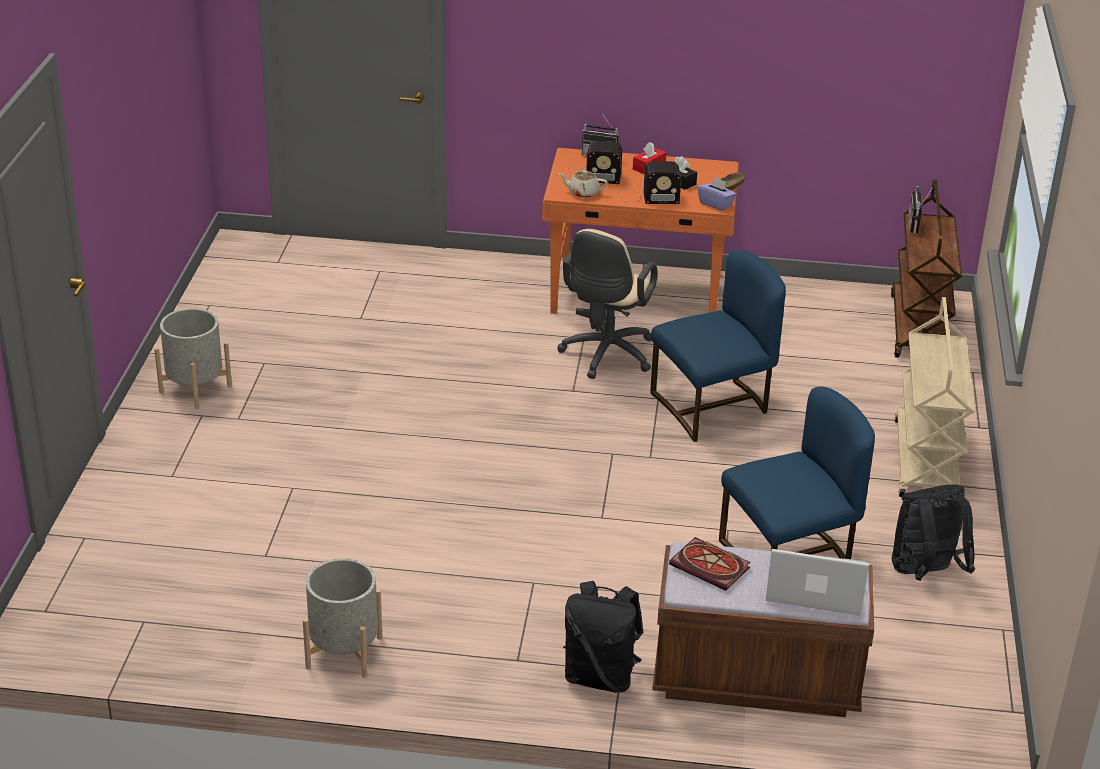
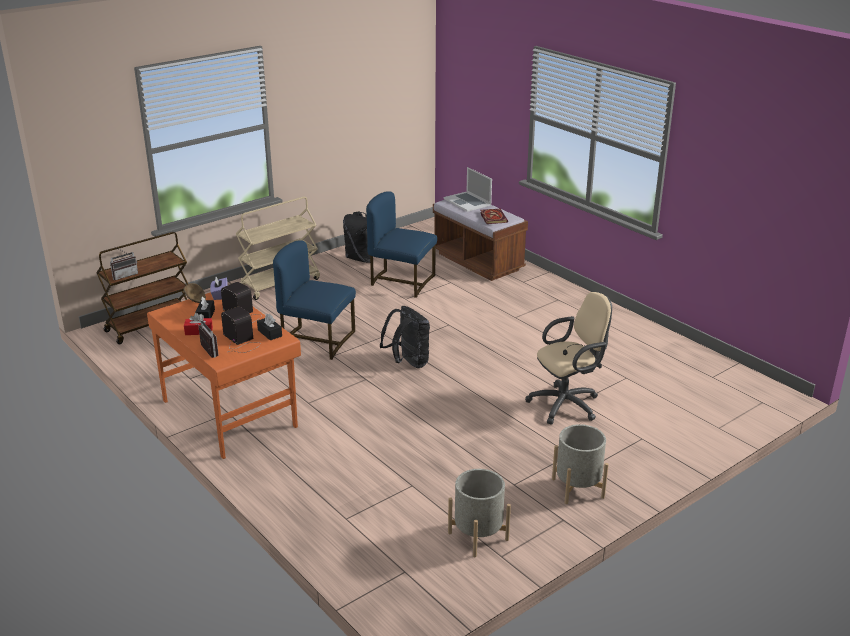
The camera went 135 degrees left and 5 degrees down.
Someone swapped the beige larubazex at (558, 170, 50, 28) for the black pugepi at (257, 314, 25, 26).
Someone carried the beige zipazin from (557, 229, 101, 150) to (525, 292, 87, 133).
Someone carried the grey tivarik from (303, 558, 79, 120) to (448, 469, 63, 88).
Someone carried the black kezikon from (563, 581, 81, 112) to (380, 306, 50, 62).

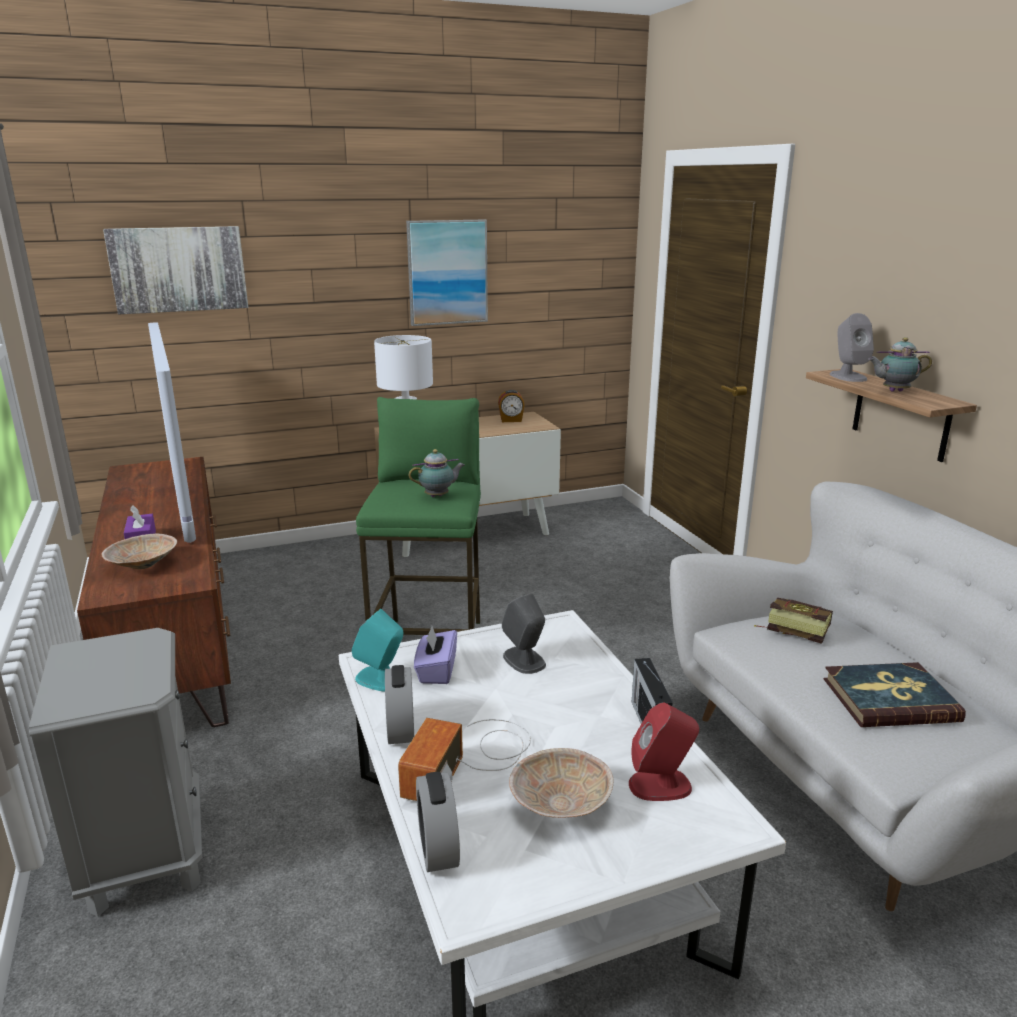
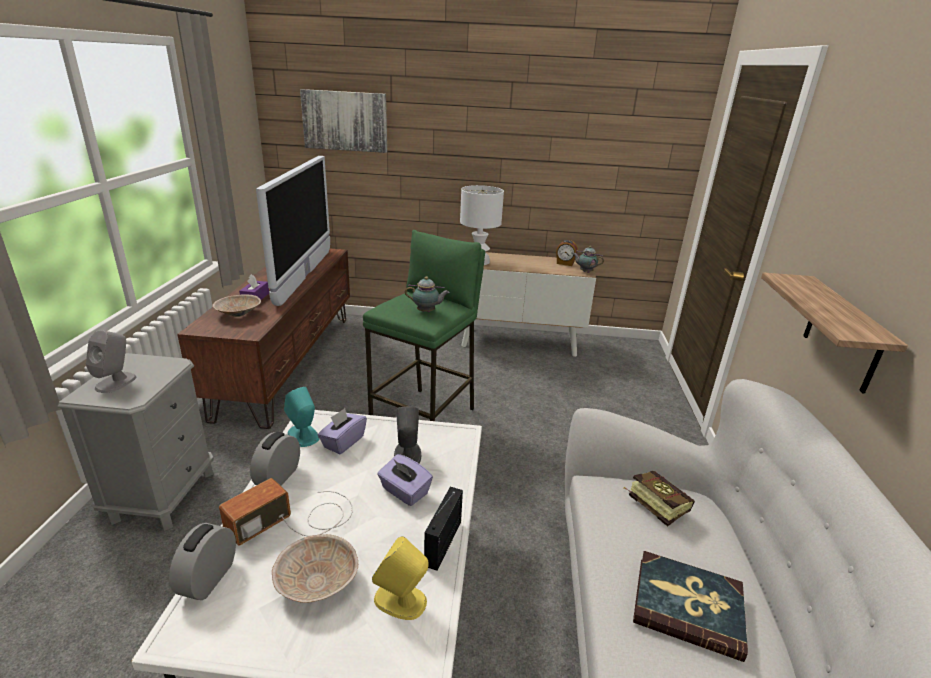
The camera went 25 degrees right and 5 degrees up.
Someone took away the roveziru at (406, 219, 82, 107).
Someone carried the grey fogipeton from (830, 313, 44, 69) to (86, 330, 50, 63).
Someone carried the larubazex from (868, 337, 64, 55) to (573, 246, 31, 27).
Someone repainted the red fogipeton at (629, 703, 70, 98), which became the yellow fogipeton at (372, 536, 57, 84).
Someone put down the purple pugepi at (377, 454, 56, 52).

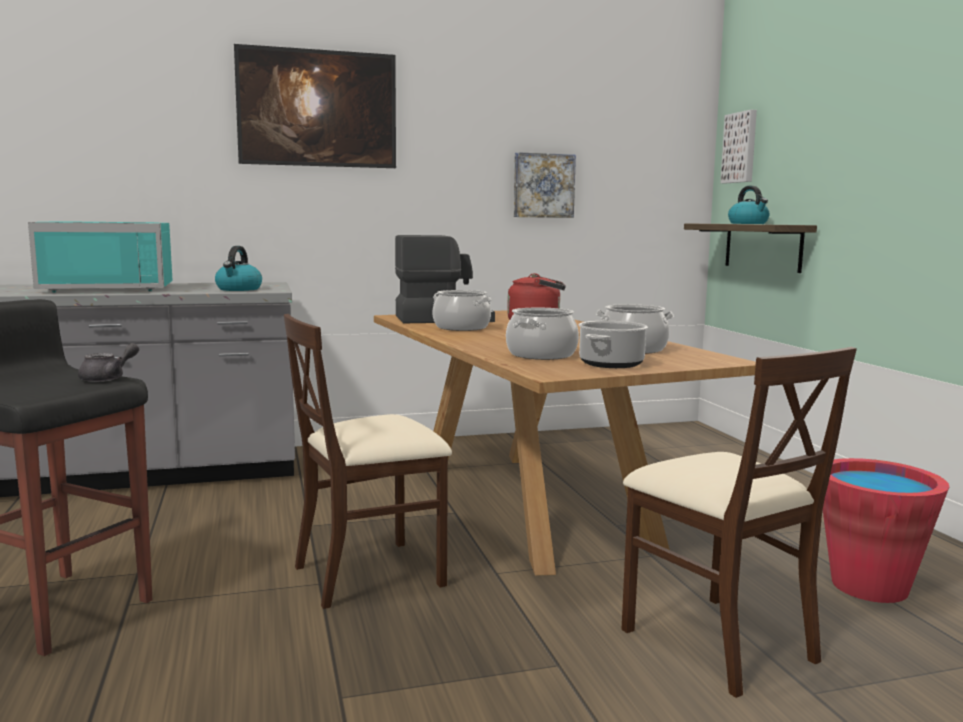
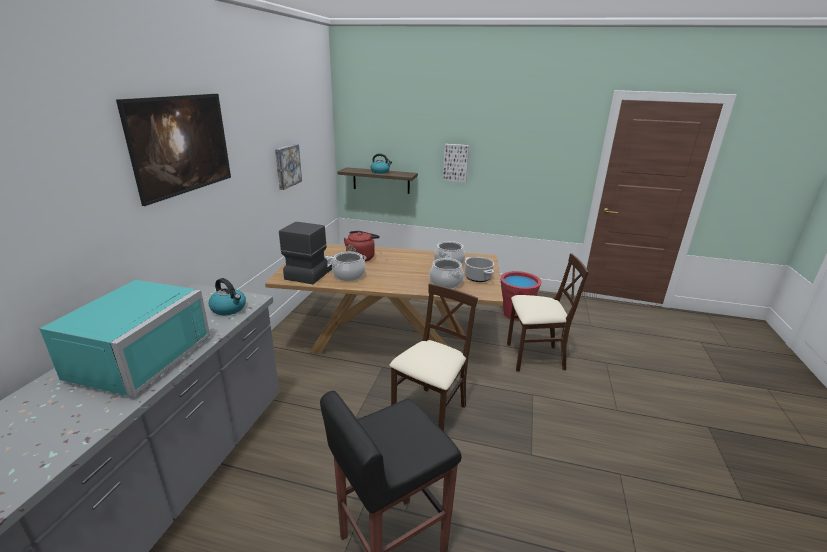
The camera went 60 degrees left and 15 degrees up.
Someone carried the roveziru from (720, 110, 37, 73) to (443, 144, 26, 38).
Someone rotated the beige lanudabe at (284, 314, 168, 295) by 150 degrees counterclockwise.
Someone took away the grey larubazex at (78, 343, 61, 39).

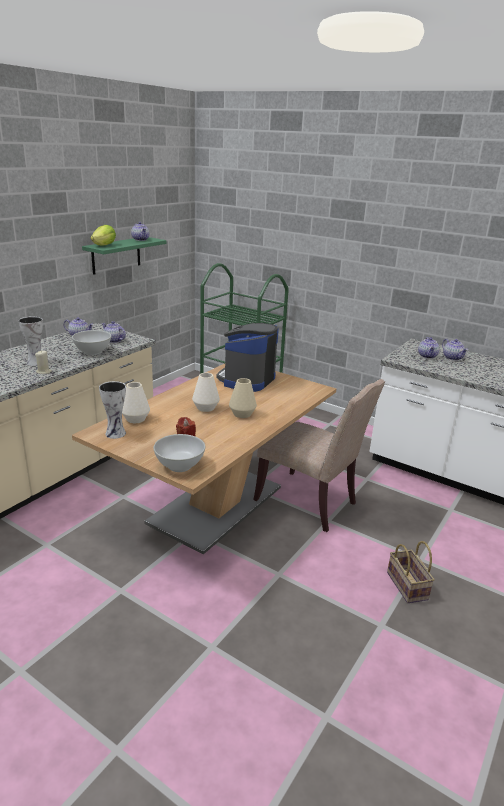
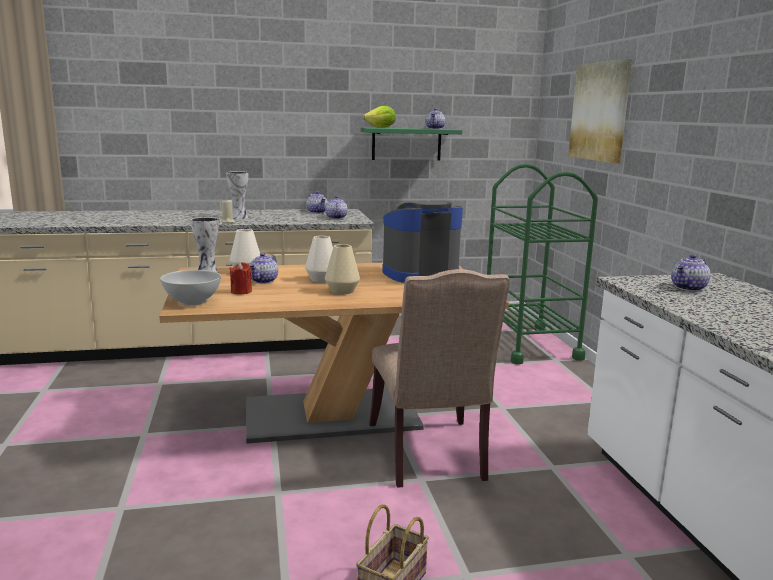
The camera went 45 degrees right and 10 degrees down.
Someone took away the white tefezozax at (72, 330, 39, 25).
Someone carried the larubazex from (442, 339, 26, 22) to (249, 253, 29, 30).
Someone put up the roveziru at (568, 59, 64, 104).

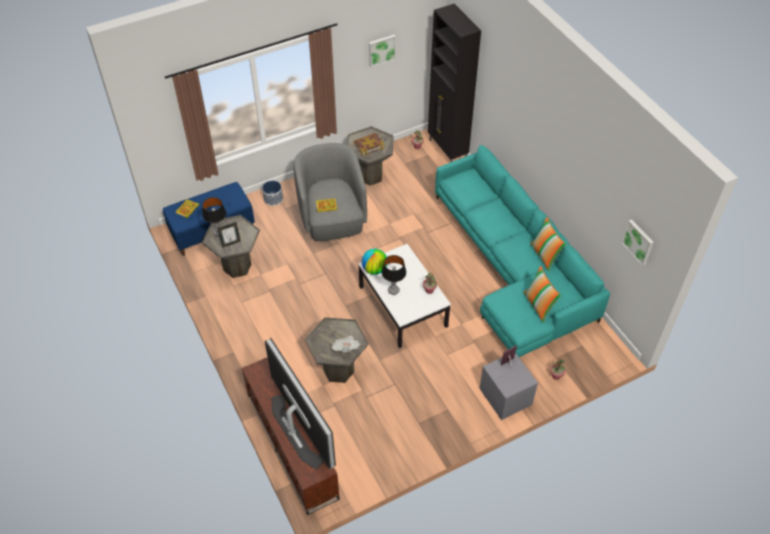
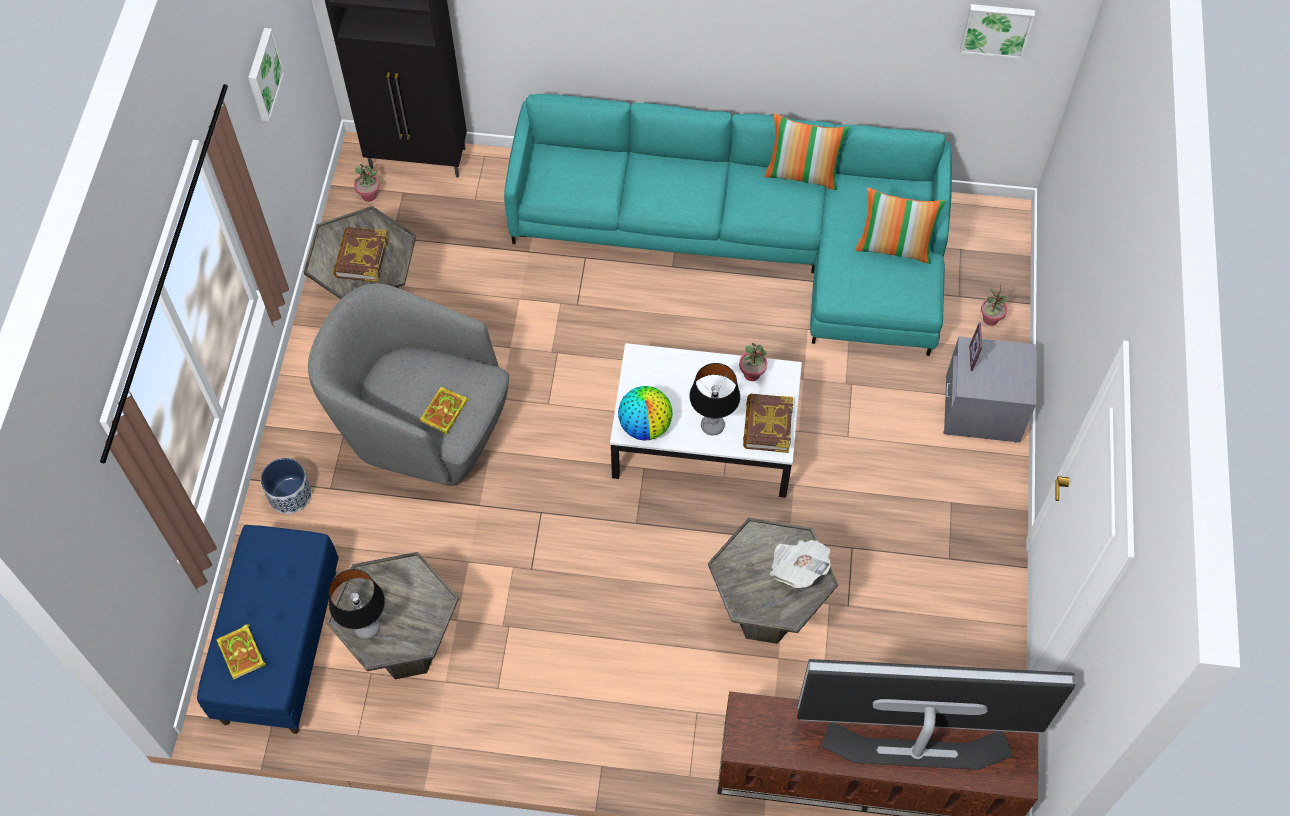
The camera went 55 degrees left and 10 degrees up.
Someone took away the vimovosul at (218, 222, 23, 26).
Someone put down the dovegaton at (743, 394, 50, 59).

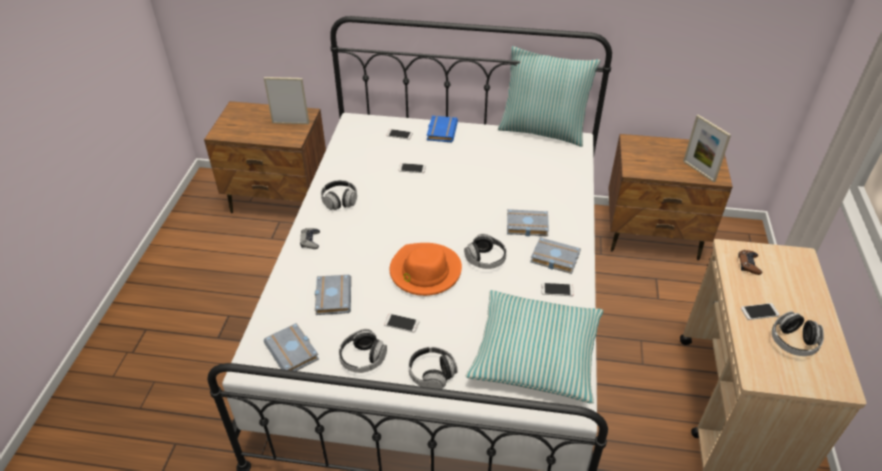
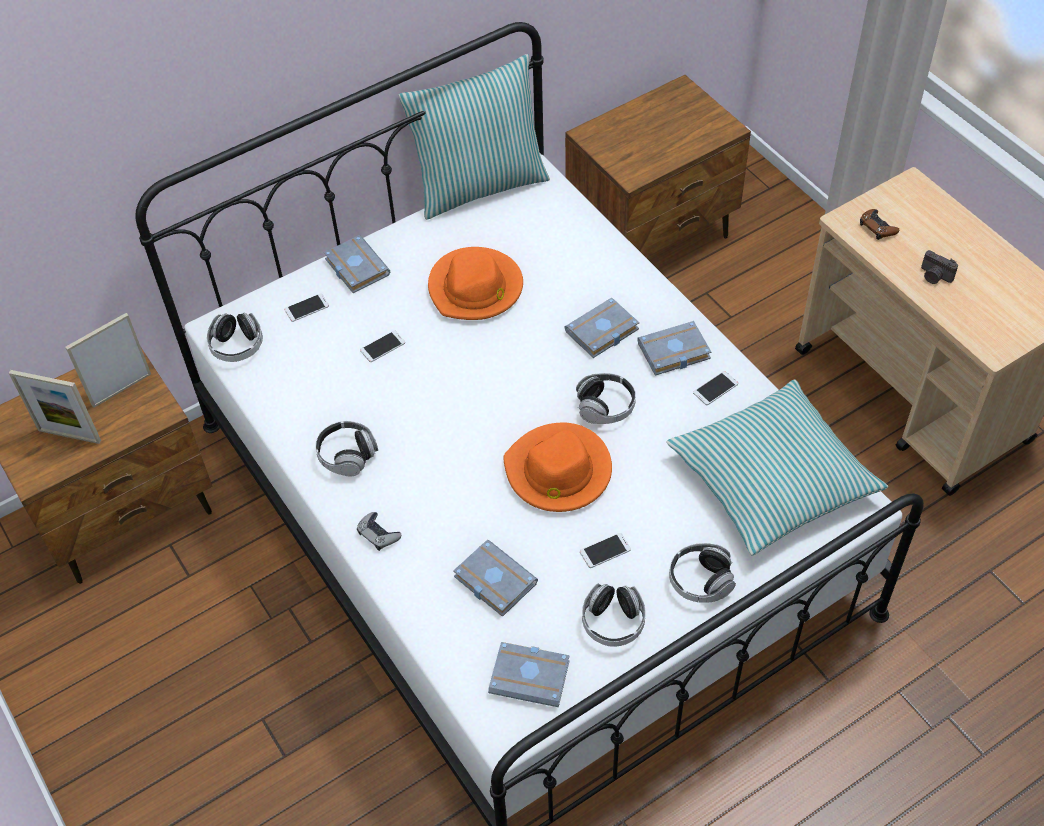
The camera went 40 degrees left and 10 degrees up.
Someone carried the vimovosul from (683, 115, 48, 67) to (9, 370, 92, 74).
Someone repainted the blue dovegaton at (427, 116, 31, 26), which became the grey dovegaton at (324, 235, 66, 58).
Someone swapped the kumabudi at (741, 303, 39, 17) for the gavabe at (921, 250, 37, 34).
Someone carried the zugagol from (772, 311, 52, 45) to (207, 313, 56, 49).
Someone put down the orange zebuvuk at (428, 247, 95, 73).

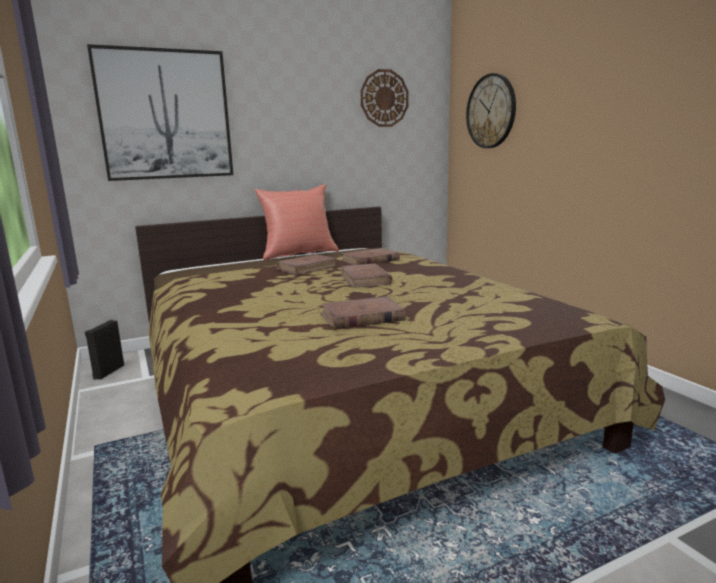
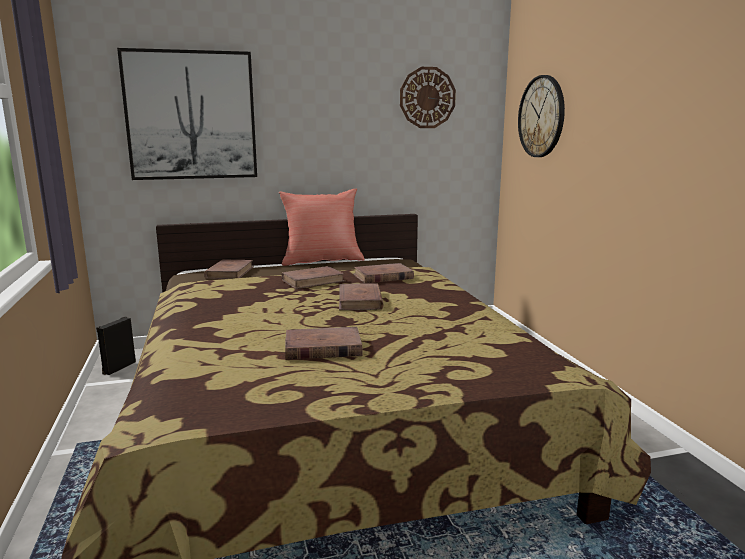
The camera went 10 degrees right and 0 degrees up.
Someone put down the brown dovegaton at (204, 259, 50, 20).

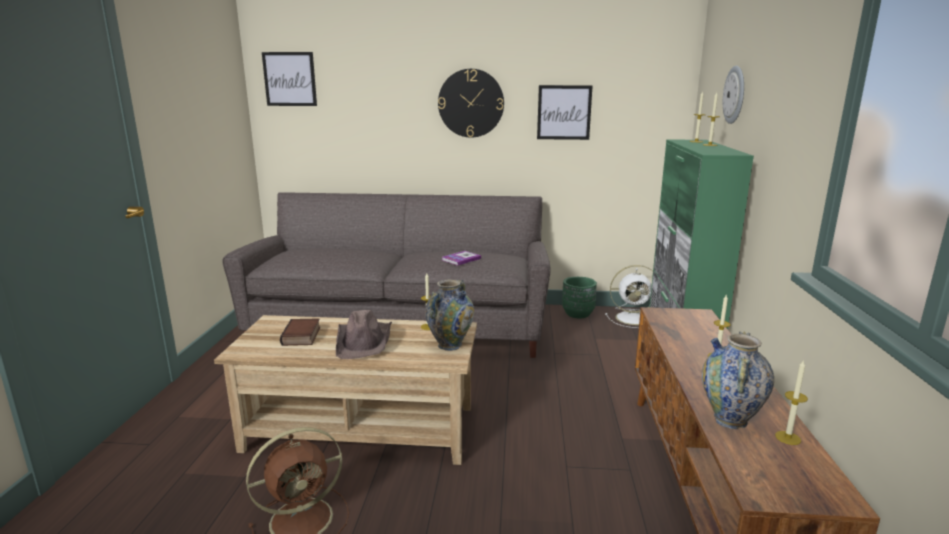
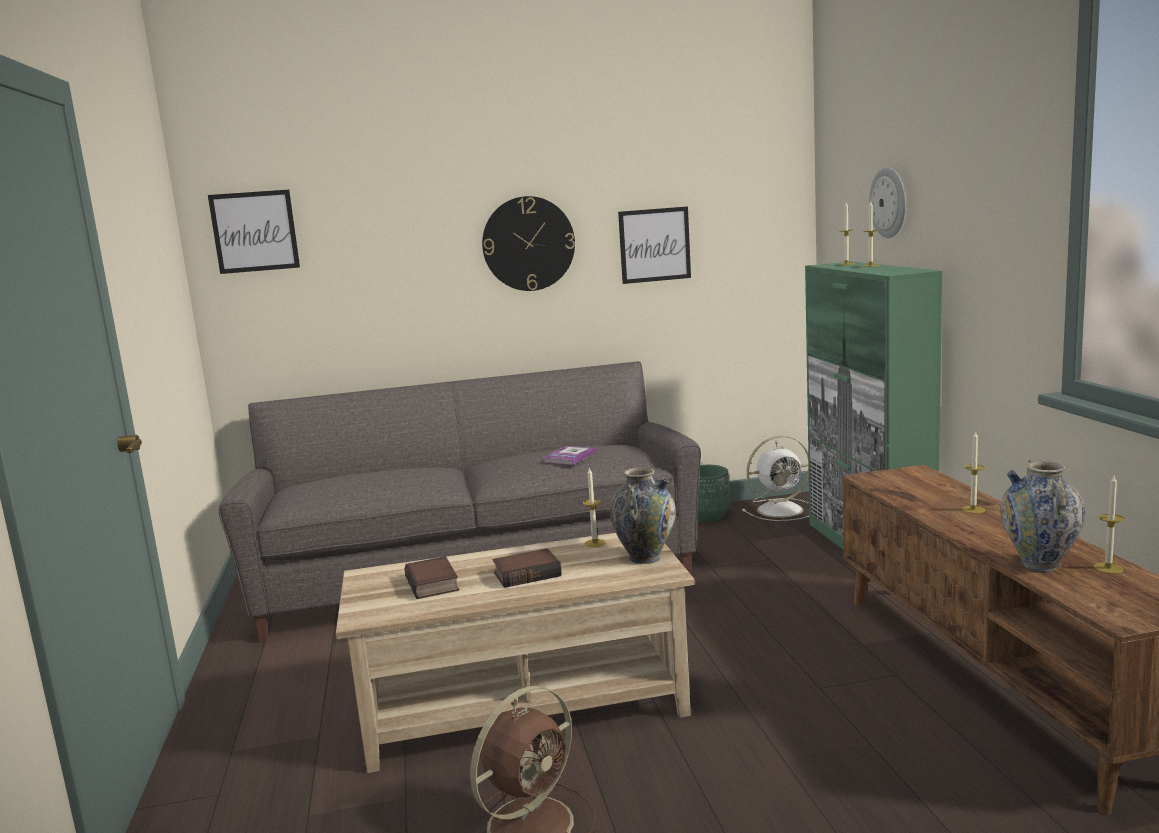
The camera went 15 degrees left and 5 degrees down.
Someone swapped the brown zebuvuk at (336, 310, 56, 49) for the dovegaton at (492, 548, 69, 40).

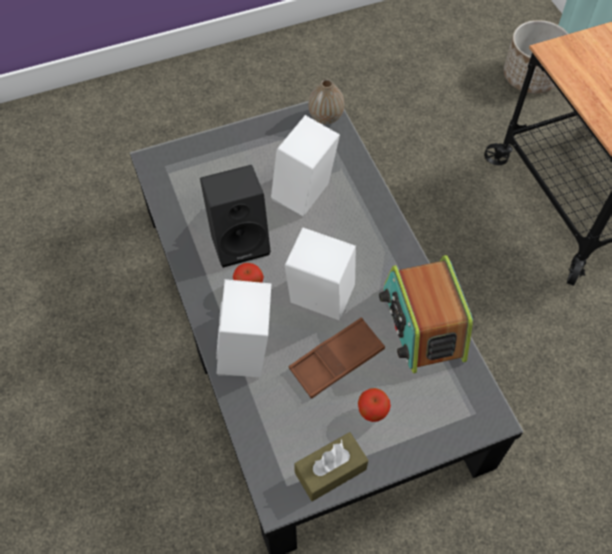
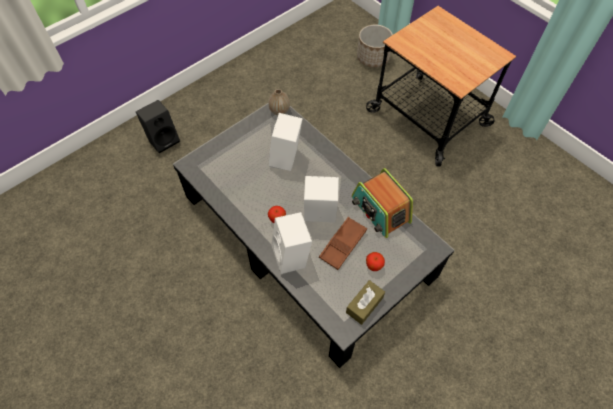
The camera went 20 degrees left and 0 degrees up.
Someone carried the black fogipeton from (200, 165, 71, 103) to (136, 100, 44, 53).

